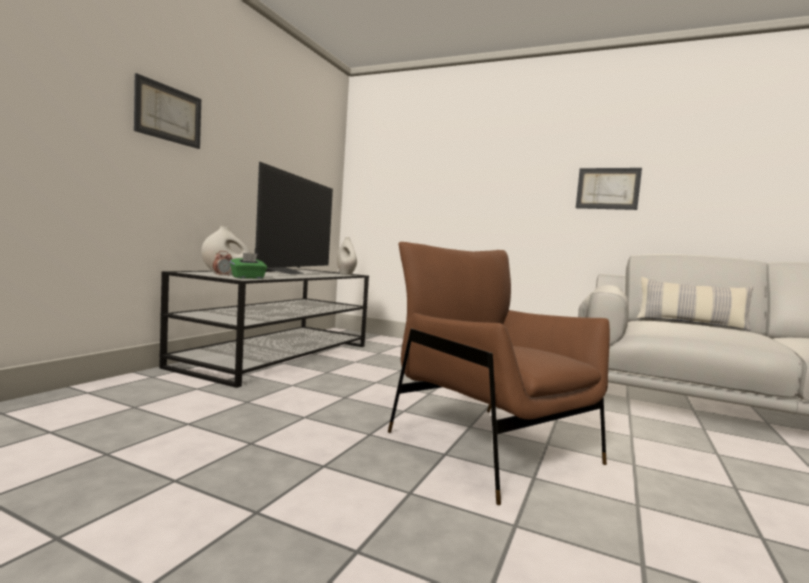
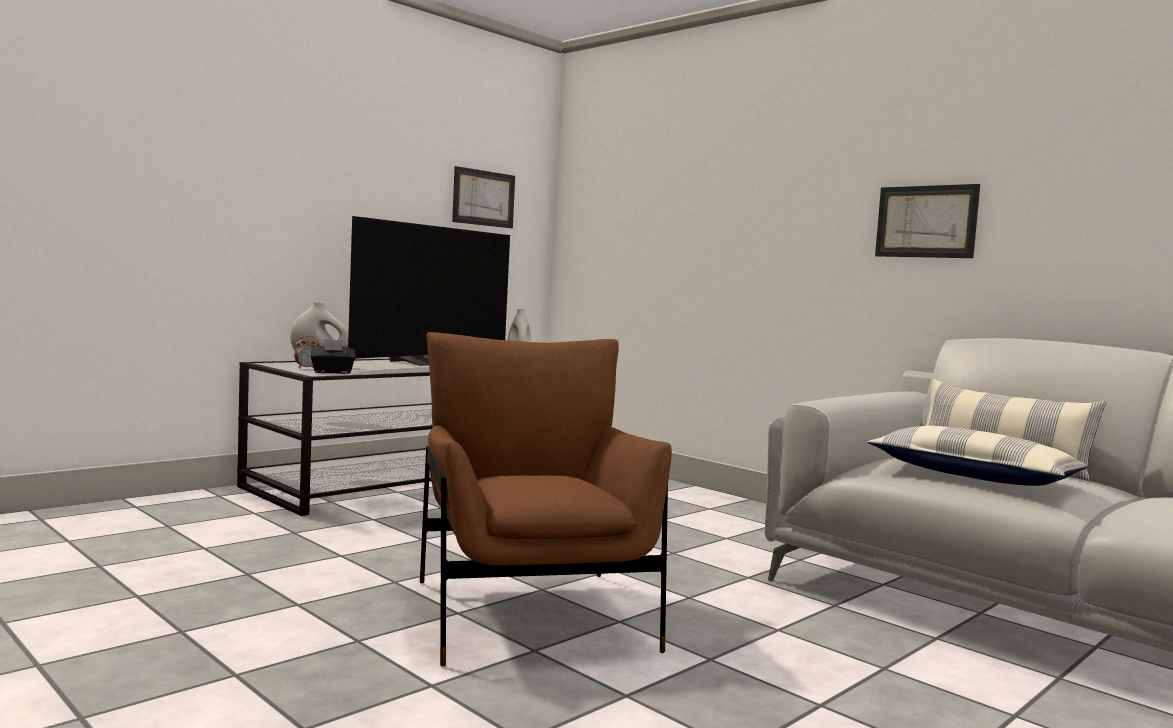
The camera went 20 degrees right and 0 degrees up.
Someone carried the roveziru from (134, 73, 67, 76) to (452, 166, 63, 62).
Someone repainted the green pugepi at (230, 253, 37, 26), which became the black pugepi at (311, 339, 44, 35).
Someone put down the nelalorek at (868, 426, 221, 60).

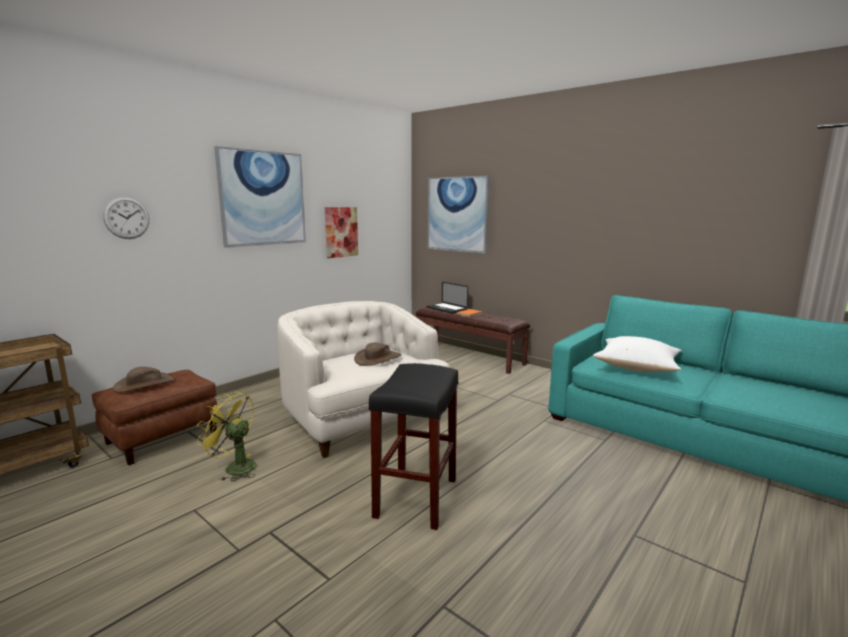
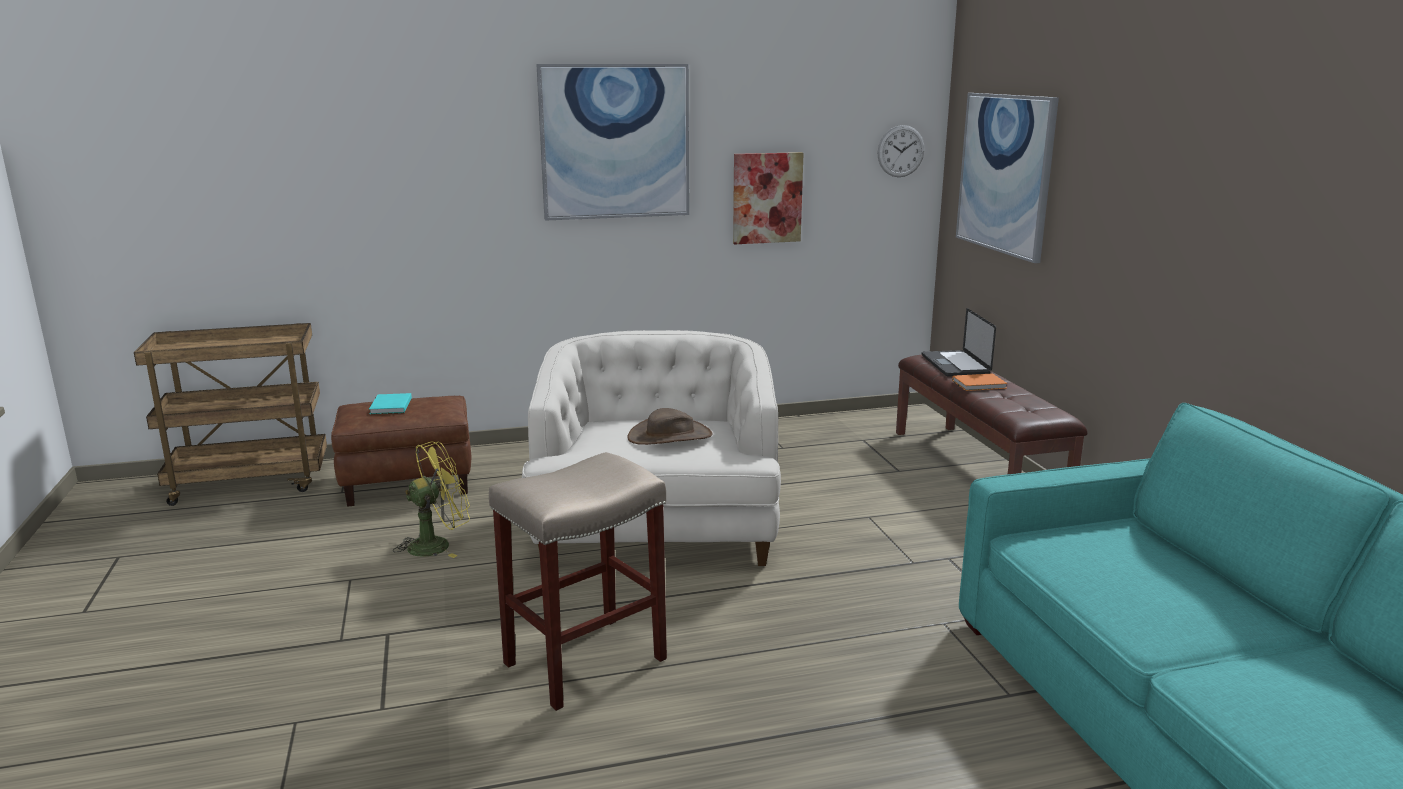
The camera went 35 degrees right and 5 degrees up.
Someone carried the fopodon from (103, 197, 46, 42) to (878, 125, 46, 52).
Someone took away the white nelalorek at (593, 336, 89, 36).
Someone repainted the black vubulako at (368, 363, 91, 167), which became the beige vubulako at (489, 452, 178, 259).
Someone swapped the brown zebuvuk at (112, 367, 63, 25) for the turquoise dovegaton at (369, 393, 43, 21).
Someone rotated the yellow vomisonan at (196, 392, 61, 90) by 90 degrees clockwise.

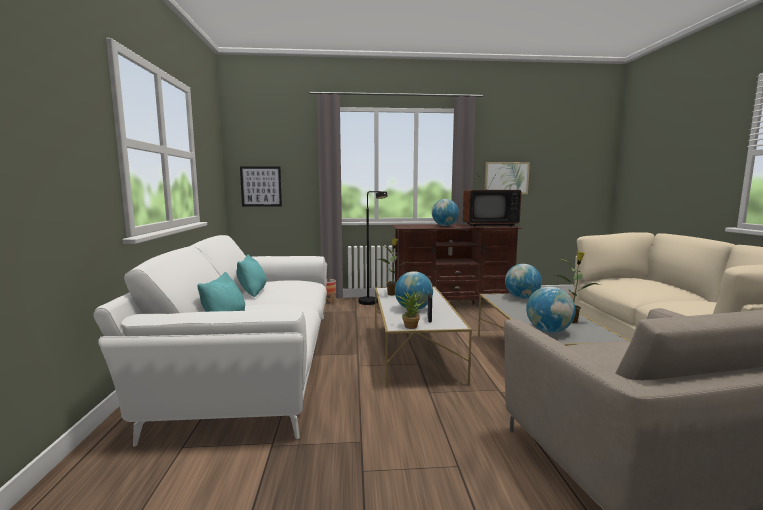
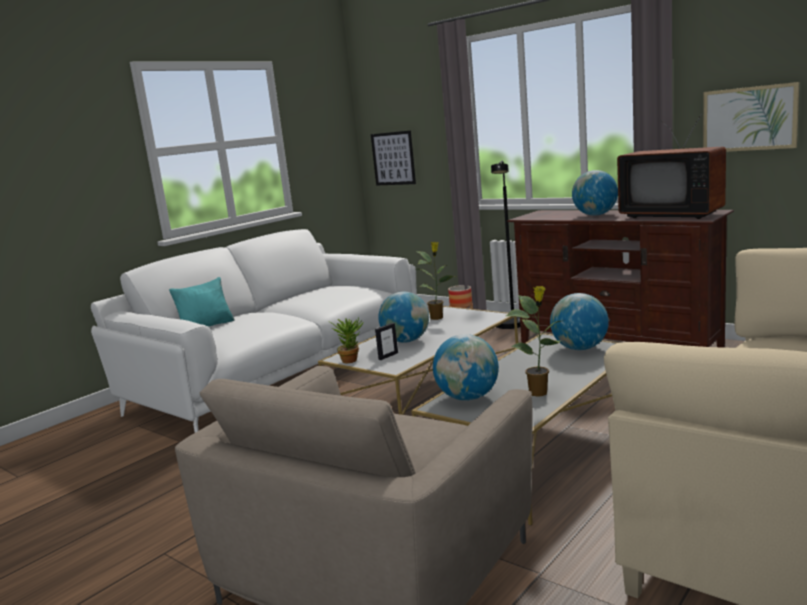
The camera went 45 degrees right and 5 degrees up.
Someone took away the turquoise nelalorek at (236, 254, 31, 43).

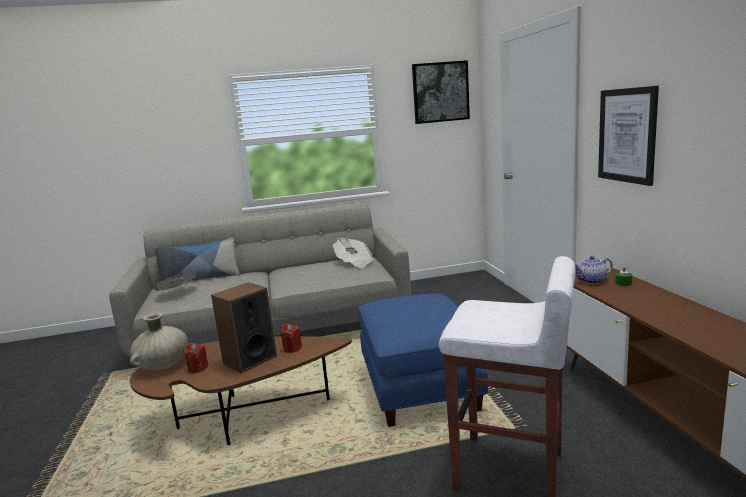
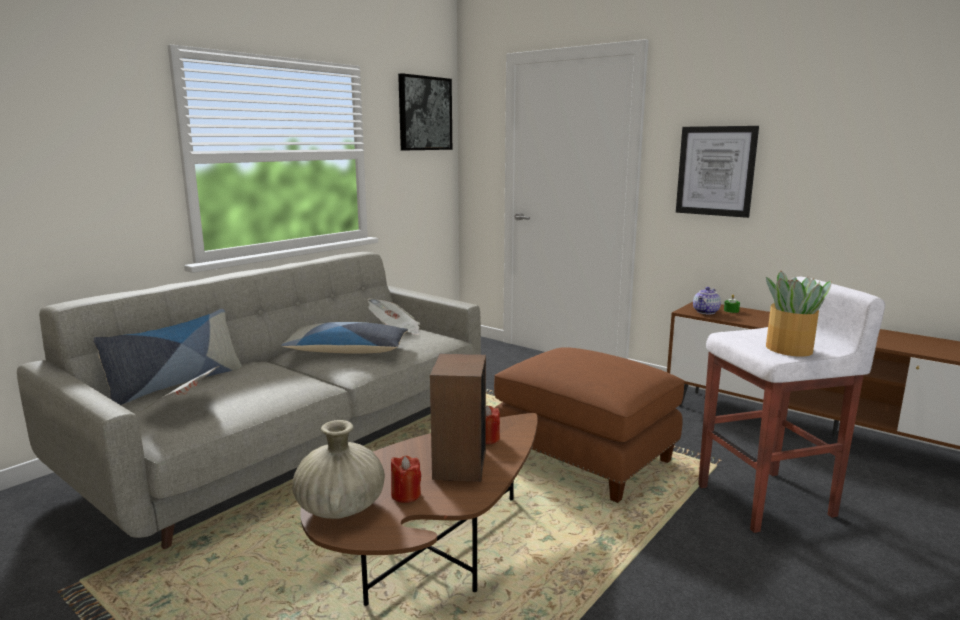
The camera went 40 degrees left and 0 degrees up.
Someone repainted the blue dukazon at (359, 294, 129, 133), which became the brown dukazon at (494, 347, 190, 156).
Someone put down the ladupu at (766, 271, 66, 86).
Someone put down the nelalorek at (281, 322, 127, 32).

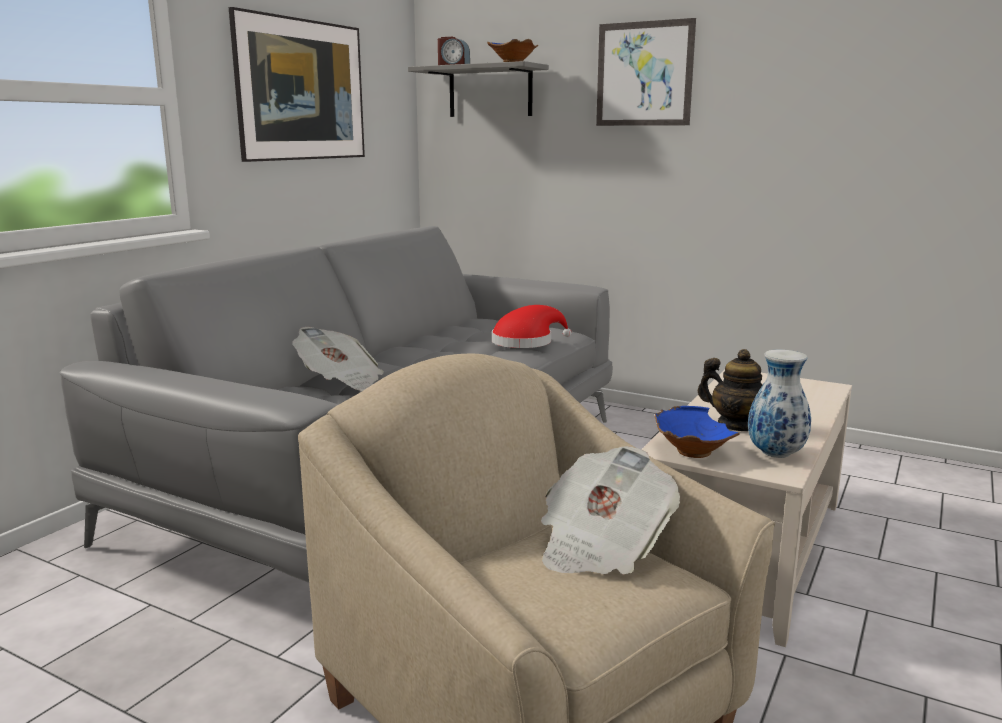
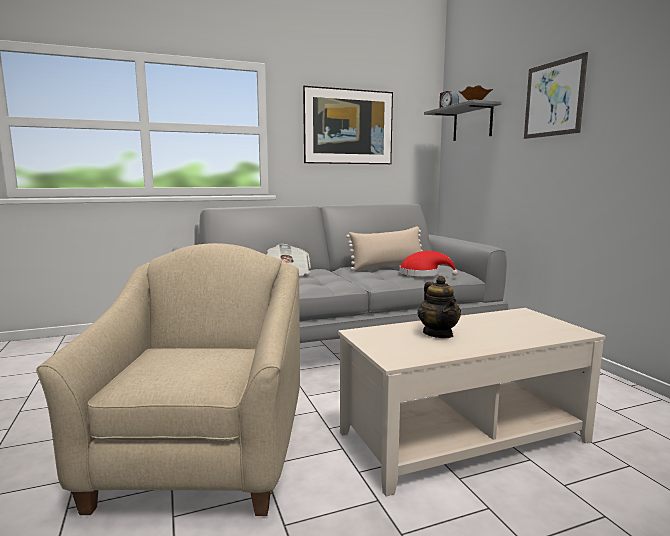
The camera went 40 degrees right and 5 degrees down.
Someone took away the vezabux at (748, 350, 63, 108).
Someone took away the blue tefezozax at (655, 406, 85, 52).
Someone took away the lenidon at (541, 446, 139, 129).
Someone put down the beige nelalorek at (346, 226, 77, 45).

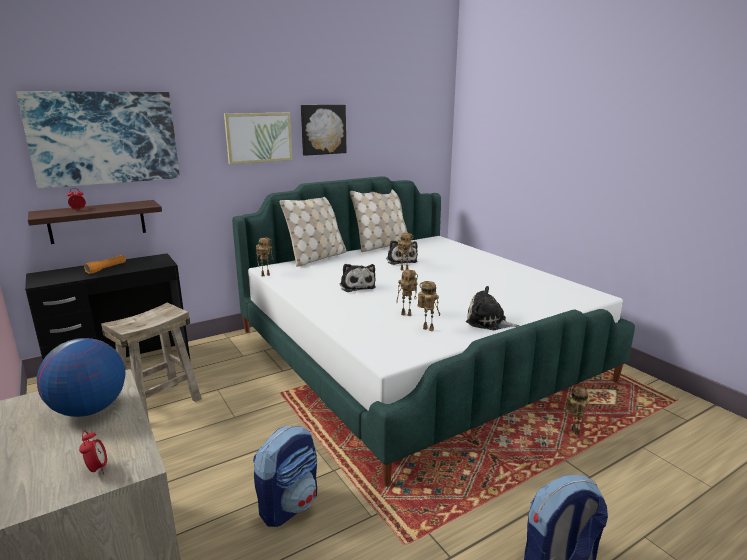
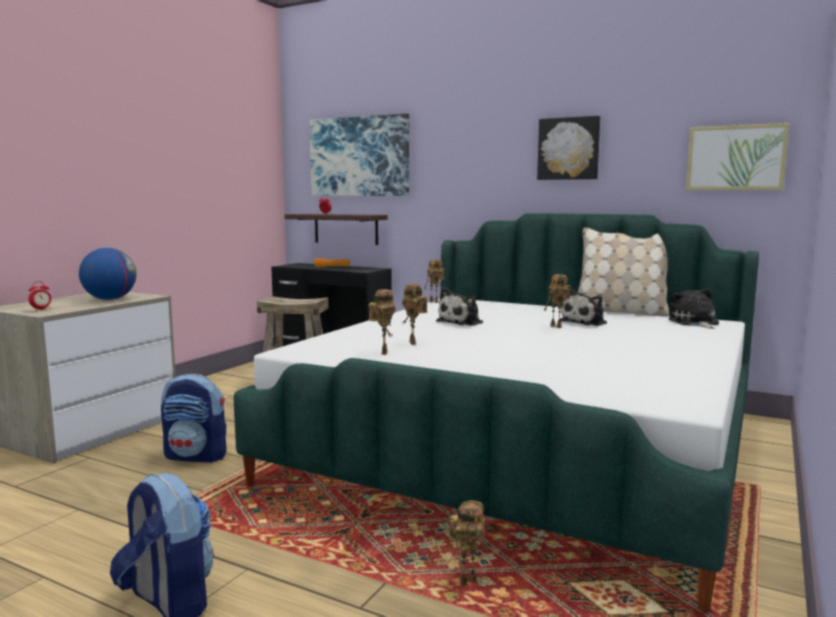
The camera went 60 degrees right and 10 degrees down.
Someone carried the roveziru from (224, 113, 68, 51) to (686, 123, 103, 67).
Someone took away the beige nelalorek at (279, 197, 67, 70).
Someone carried the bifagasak from (466, 286, 54, 44) to (669, 288, 50, 41).

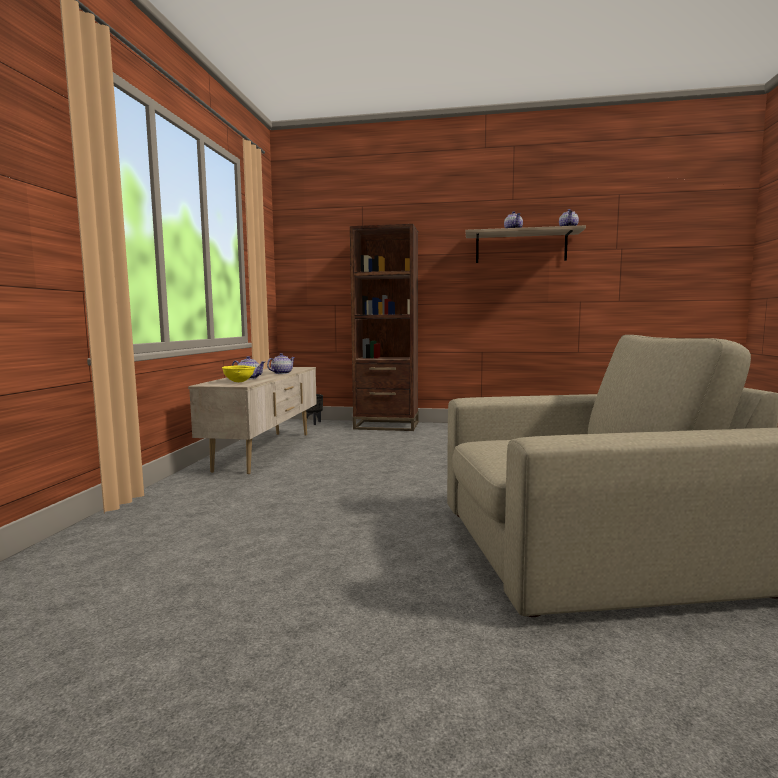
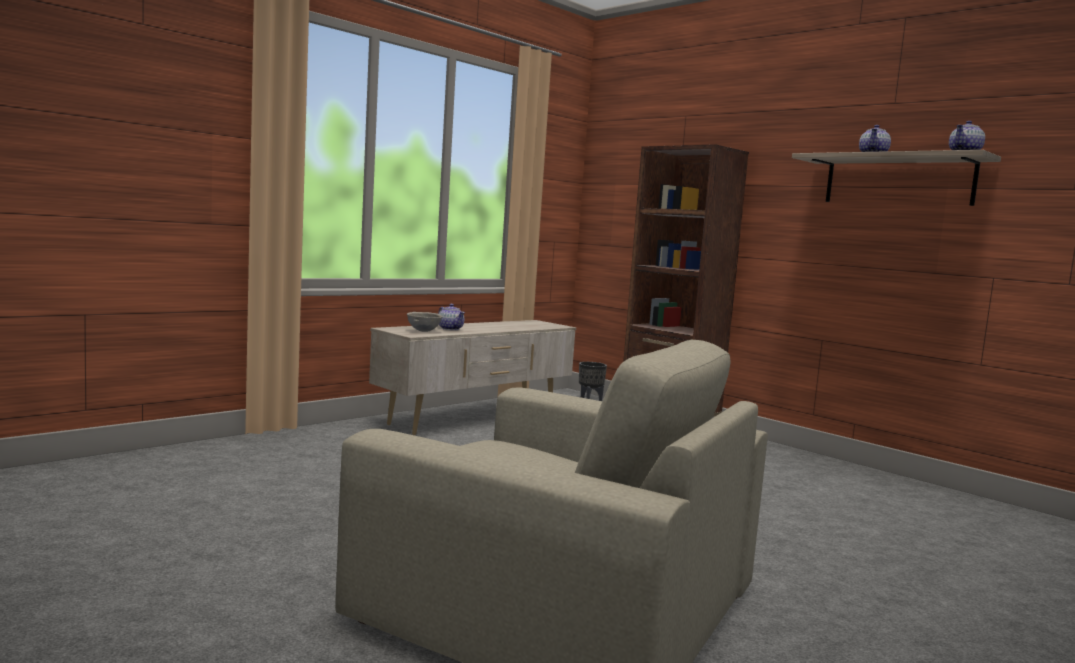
The camera went 35 degrees right and 0 degrees up.
Someone took away the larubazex at (267, 353, 28, 21).
Someone repainted the yellow tefezozax at (222, 365, 33, 17), which became the grey tefezozax at (407, 312, 36, 20).

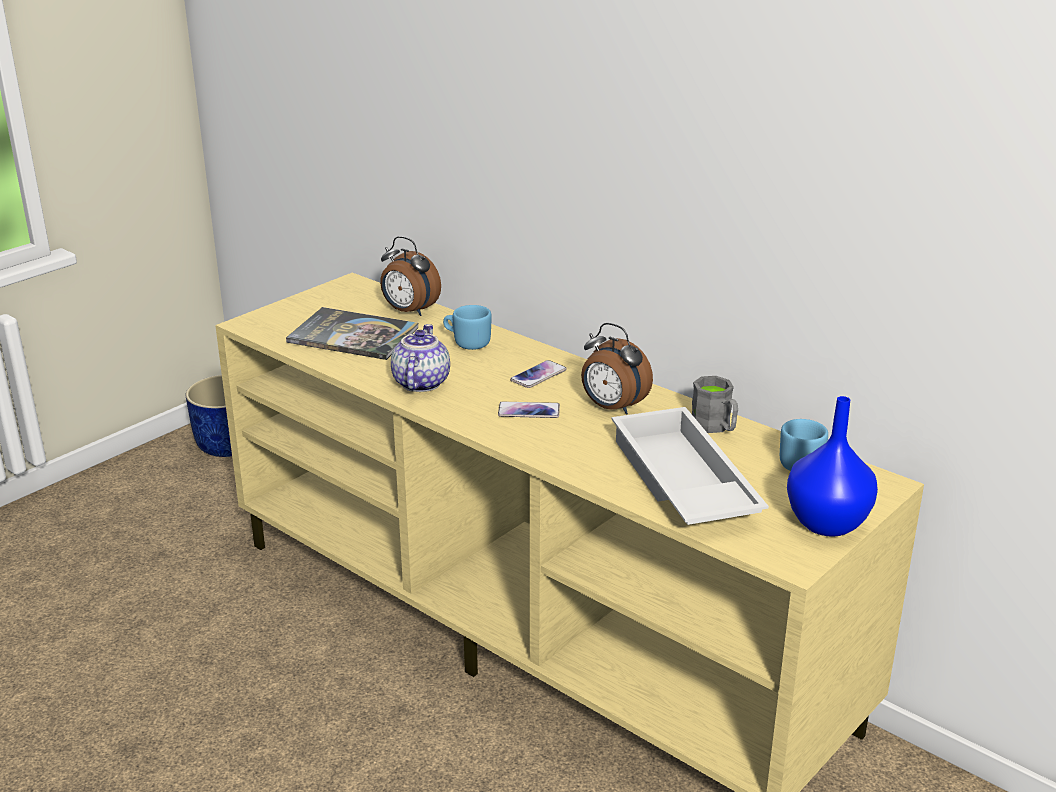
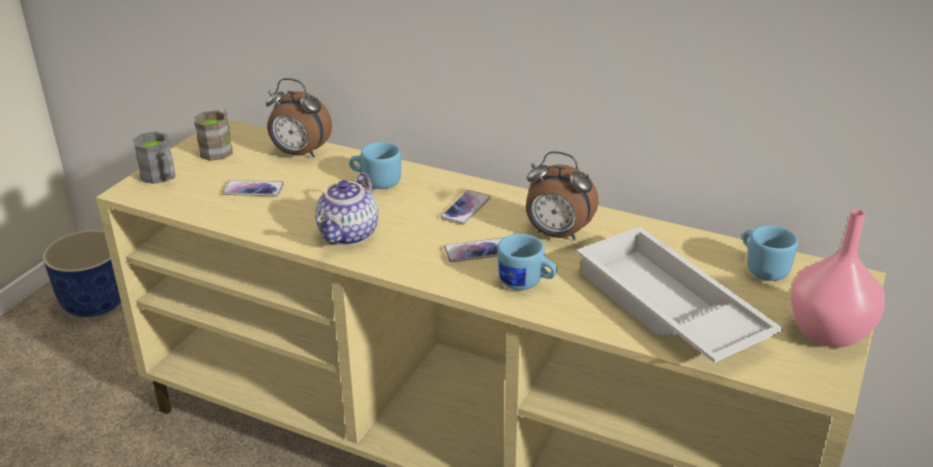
The camera went 15 degrees left and 5 degrees up.
Someone swapped the dovegaton at (286, 307, 132, 53) for the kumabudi at (223, 180, 61, 16).
Someone rotated the larubazex at (391, 324, 59, 68) by 150 degrees counterclockwise.
Someone carried the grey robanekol from (692, 376, 46, 57) to (133, 131, 43, 53).
Someone repainted the blue vezabux at (787, 396, 91, 141), which became the pink vezabux at (790, 209, 95, 139).
Someone put down the brown robanekol at (194, 108, 39, 53).
Someone put down the blue robanekol at (497, 234, 60, 56).

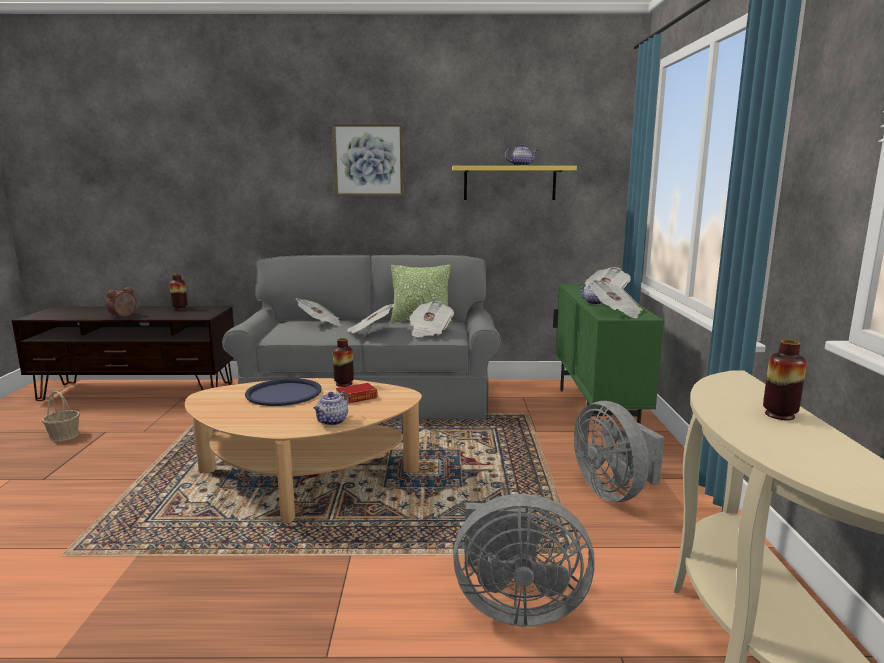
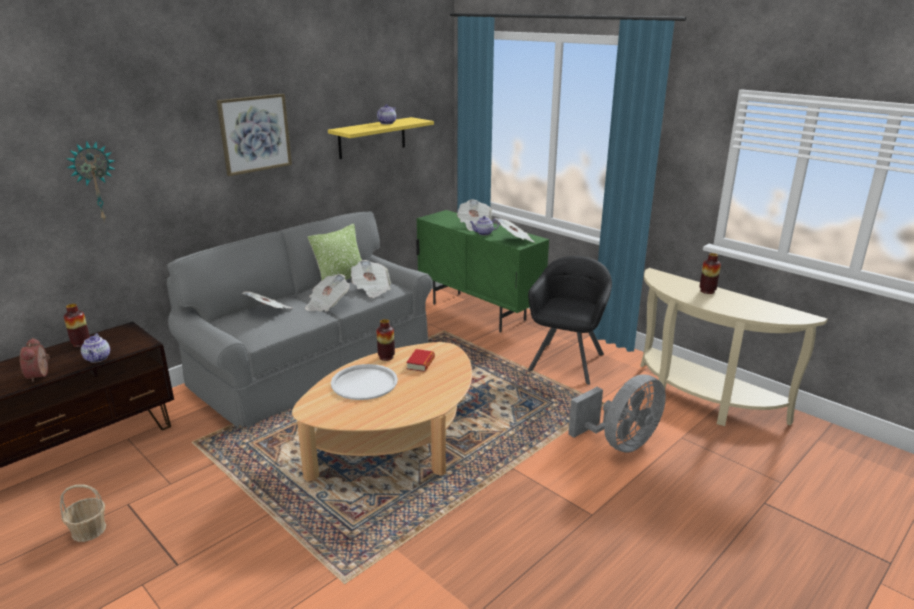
The camera went 45 degrees left and 10 degrees up.
Someone repainted the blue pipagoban at (245, 378, 77, 28), which became the white pipagoban at (331, 364, 67, 36).
Someone carried the larubazex from (313, 391, 36, 34) to (81, 333, 29, 30).
Someone swapped the grey vomisonan at (574, 401, 90, 101) for the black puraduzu at (527, 256, 85, 129).
Someone put up the fopodon at (66, 140, 49, 82).

